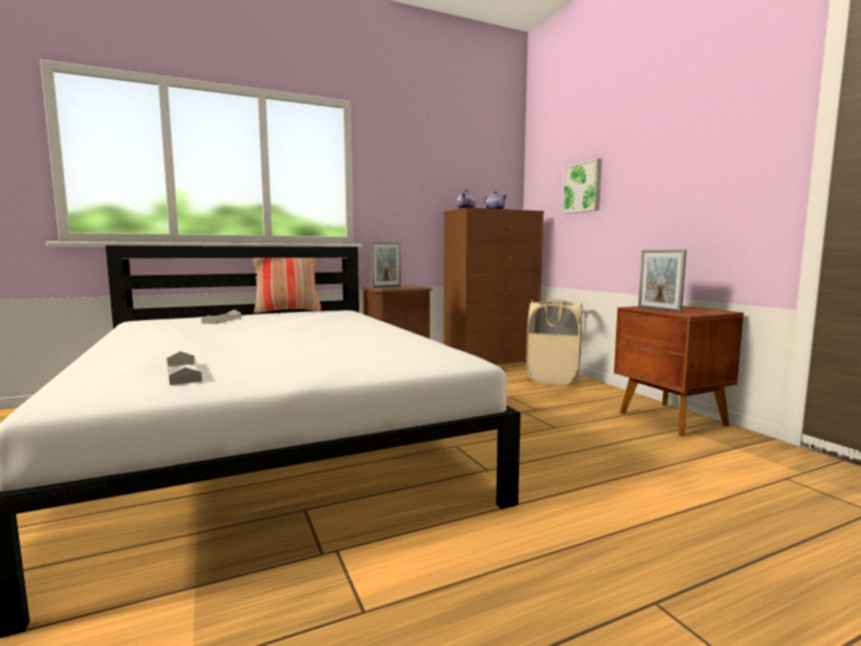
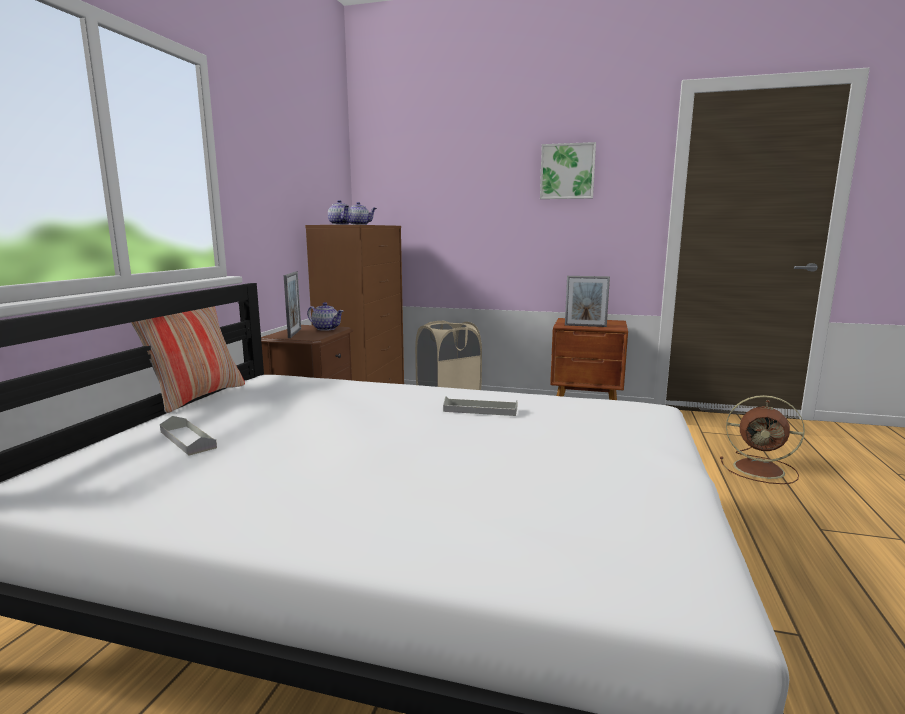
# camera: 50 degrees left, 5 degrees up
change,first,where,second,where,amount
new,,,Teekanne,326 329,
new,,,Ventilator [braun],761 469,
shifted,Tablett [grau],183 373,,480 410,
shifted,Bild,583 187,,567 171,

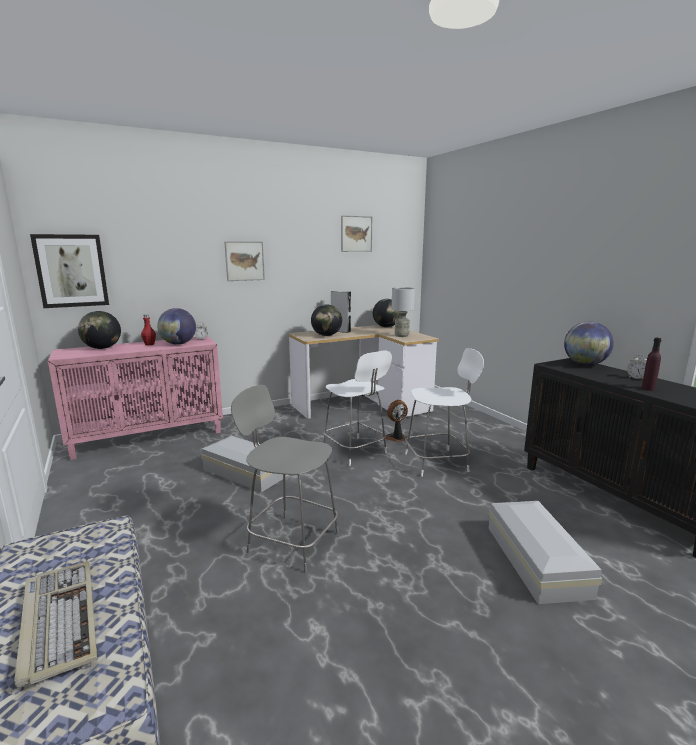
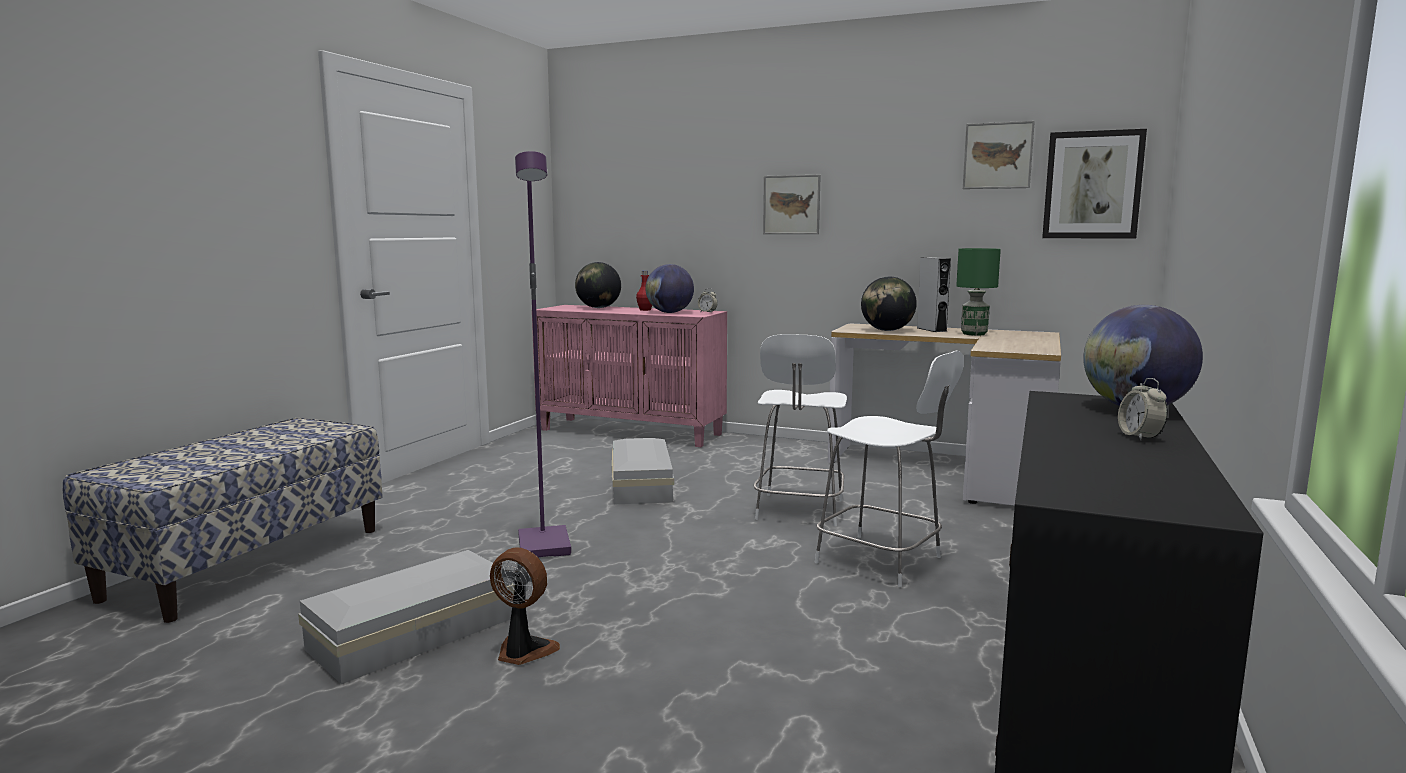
# camera: 50 degrees right, 5 degrees down
change,first,where,second,where,amount
gone,Tastatur,58 620,,,
gone,Globus,386 327,,,
gone,Tischlampe [grau],401 336,,,
gone,Flasche [lila],648 389,,,
new,,,Tischlampe [grün],974 334,
shifted,Bild,71 271,,1092 185,
shifted,Ventilator,396 438,,523 652,
shifted,Aufbewahrungsbox [weiß],535 561,,409 633,
swapped,Stuhl [grau],291 541,Stehlampe [lila],546 546,

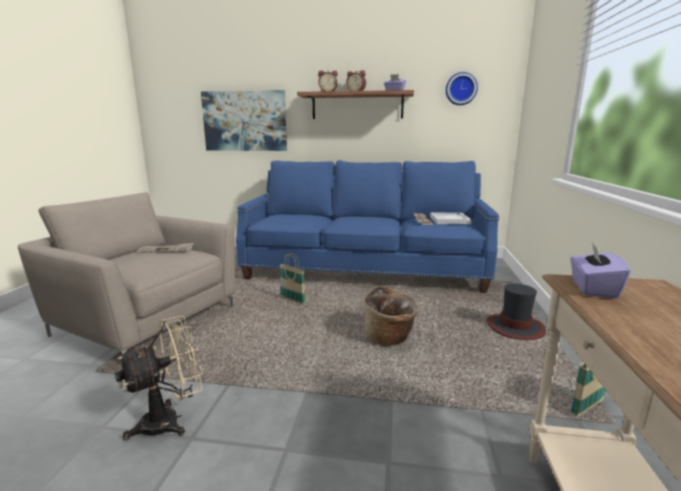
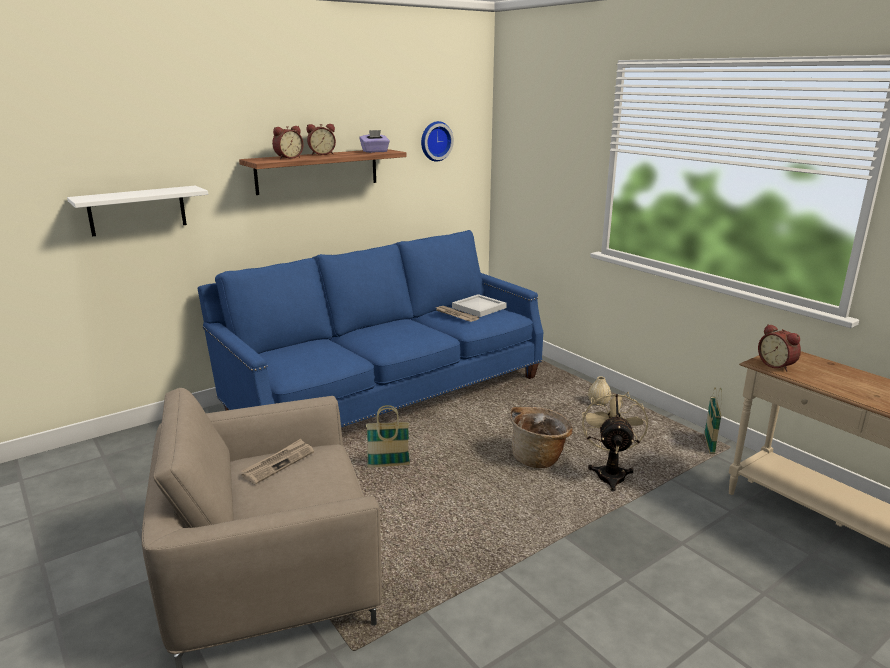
# camera: 45 degrees left, 5 degrees up
change,first,where,second,where,amount
shifted,Ventilator [beige],170 420,,610 473,
swapped,Bild,244 121,Wandregal [weiß],137 210,
swapped,Hut,515 327,Vase [beige],598 403,
swapped,Taschentuchbox [lila],592 288,Wecker,777 365,

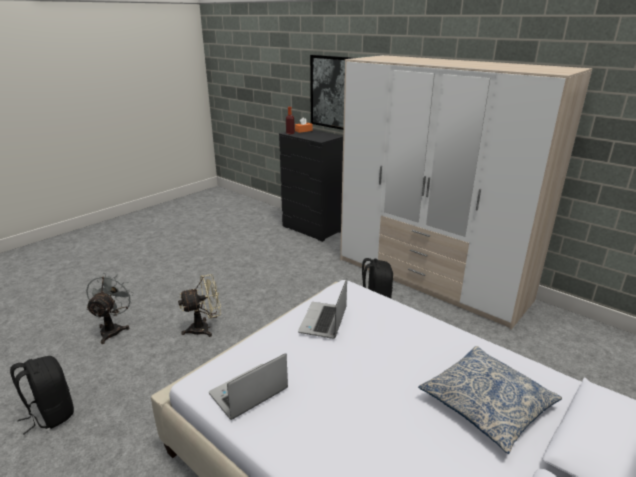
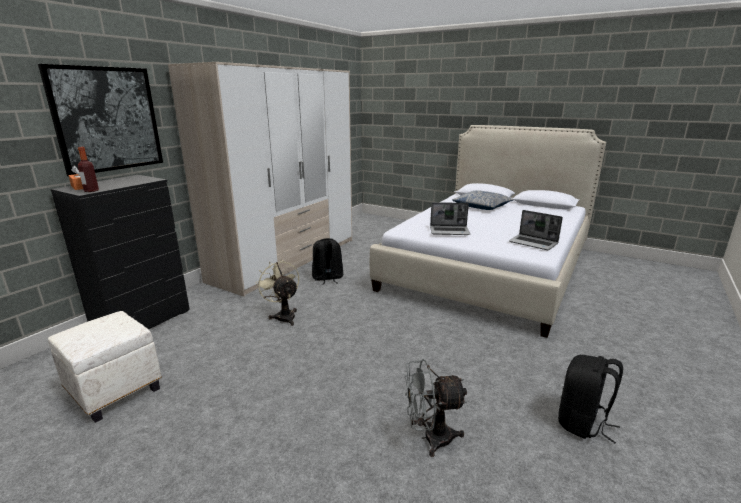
# camera: 100 degrees left, 5 degrees down
change,first,where,second,where,amount
new,,,Polsterhocker [weiß],113 391,
shifted,Ventilator [beige],205 328,,283 315,

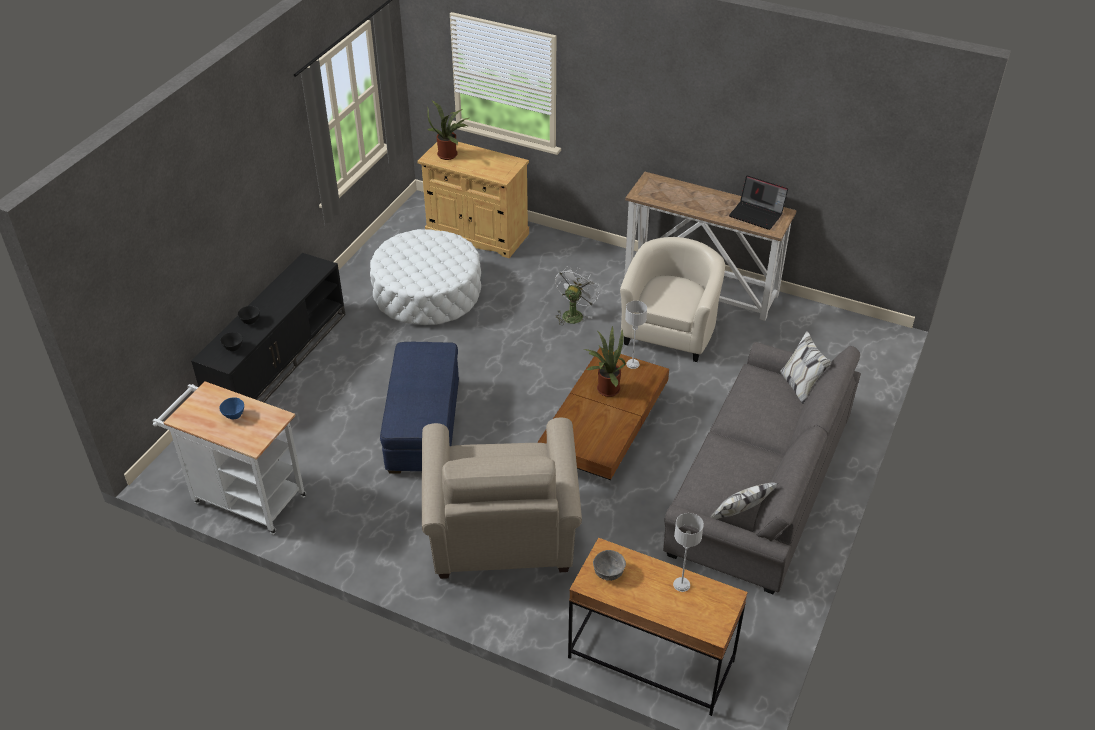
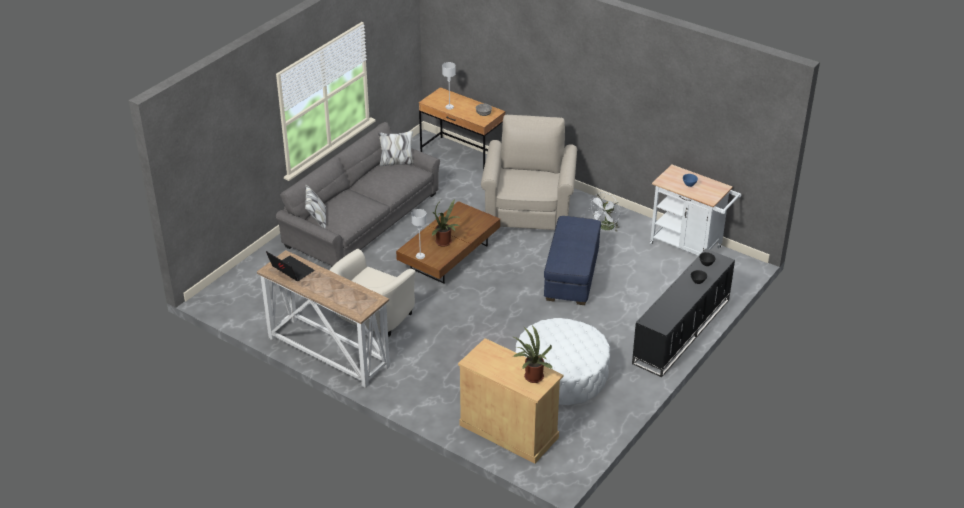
# camera: 170 degrees left, 5 degrees down
change,first,where,second,where,amount
shifted,Ventilator [weiß],574 314,,605 228,

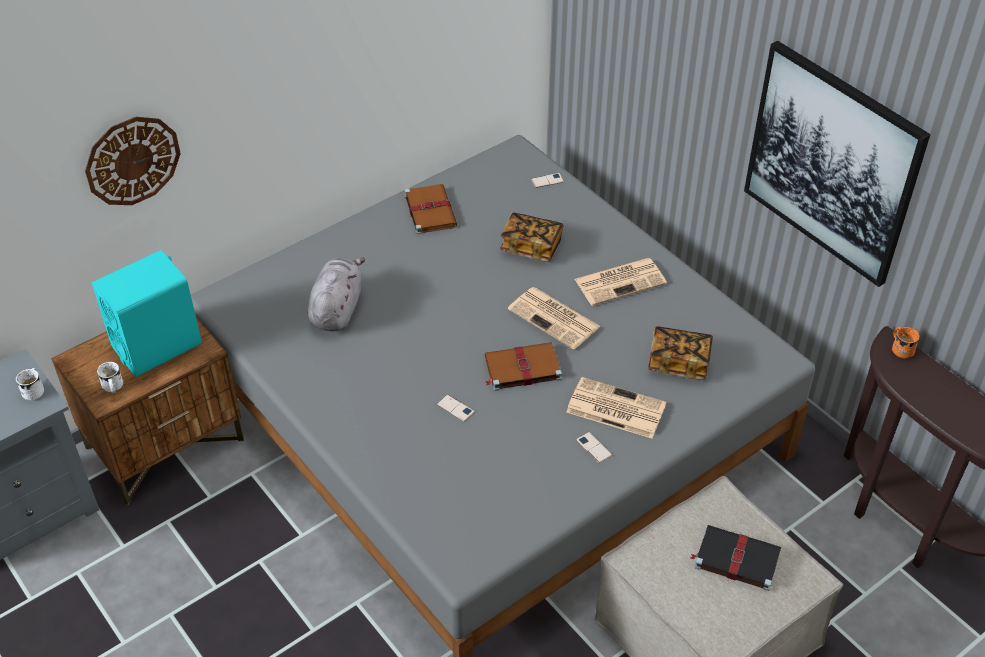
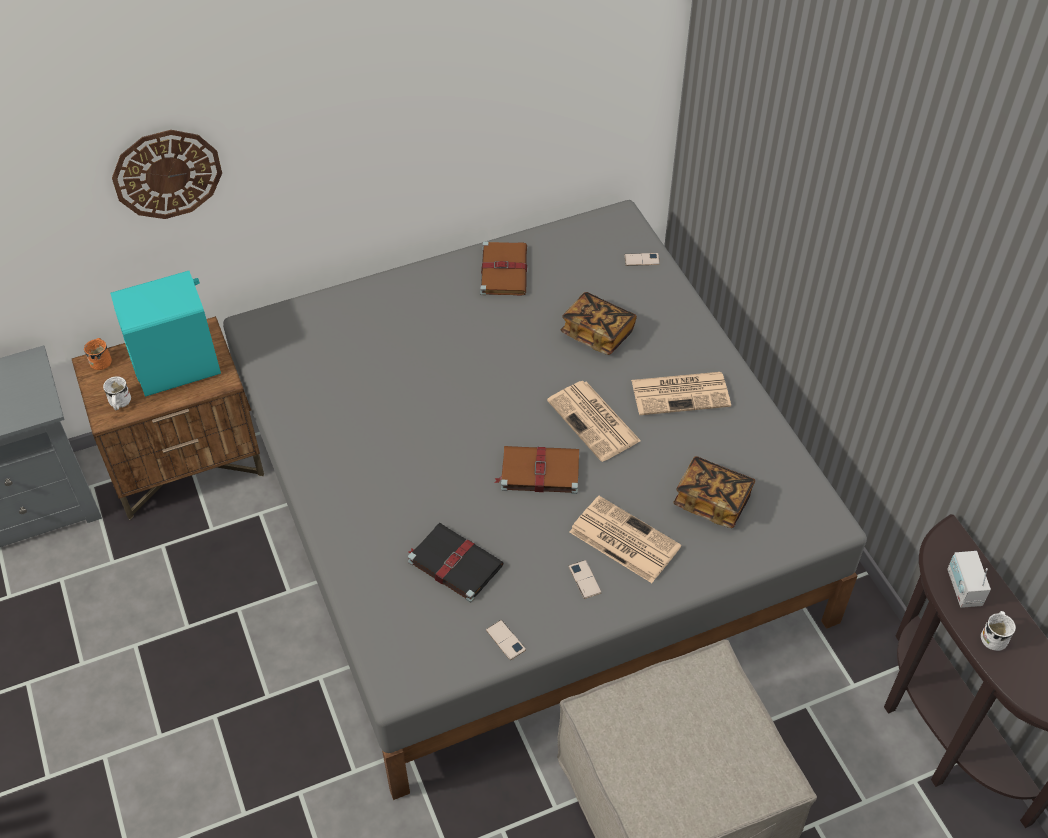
# camera: 15 degrees right, 5 degrees up
change,first,where,second,where,amount
gone,Plüschtier [grau],337 309,,,
gone,Bild,831 163,,,
new,,,Radio,963 588,
shifted,Henkelbecher [weiß],35 390,,994 636,
shifted,Handy,455 408,,505 640,
shifted,Buch [schwarz],735 558,,454 563,
shifted,Henkelbecher [orange],900 348,,102 360,

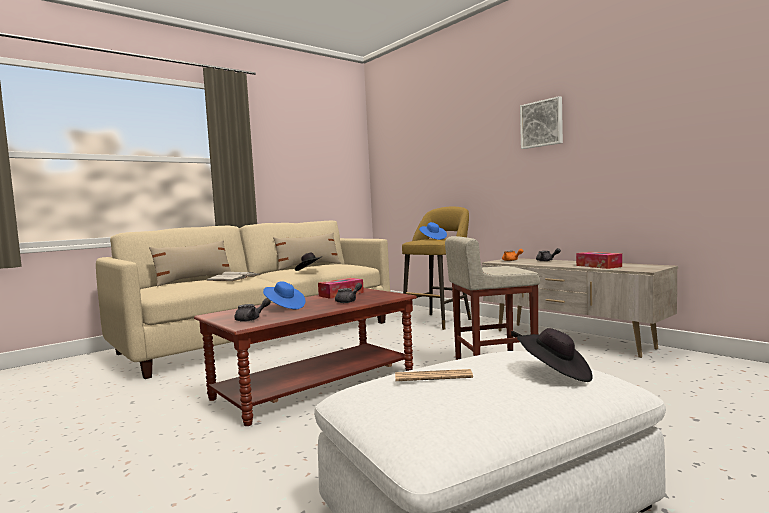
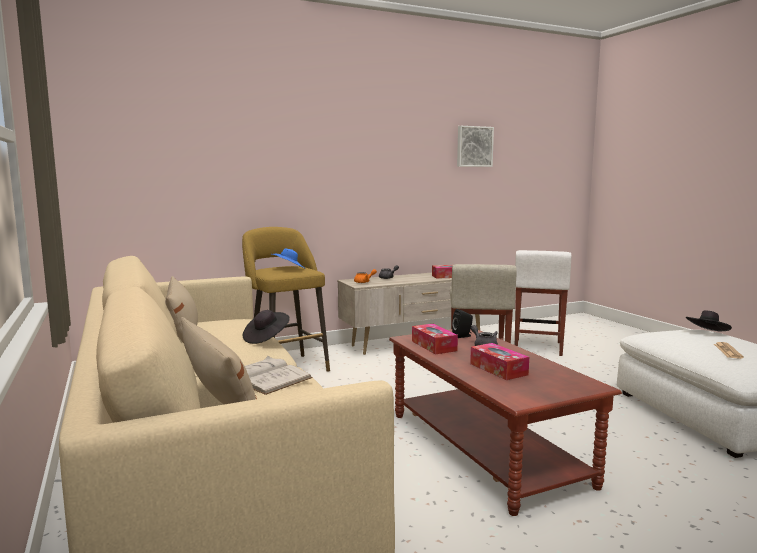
# camera: 75 degrees left, 5 degrees up
change,first,where,second,where,amount
gone,Teekanne [grau],251 319,,,
new,,,Lautsprecher [schwarz],463 336,
new,,,Hocker [weiß],537 347,
shifted,Bild,542 124,,474 146,
swapped,Hut [blau],284 307,Taschentuchbox,498 369,

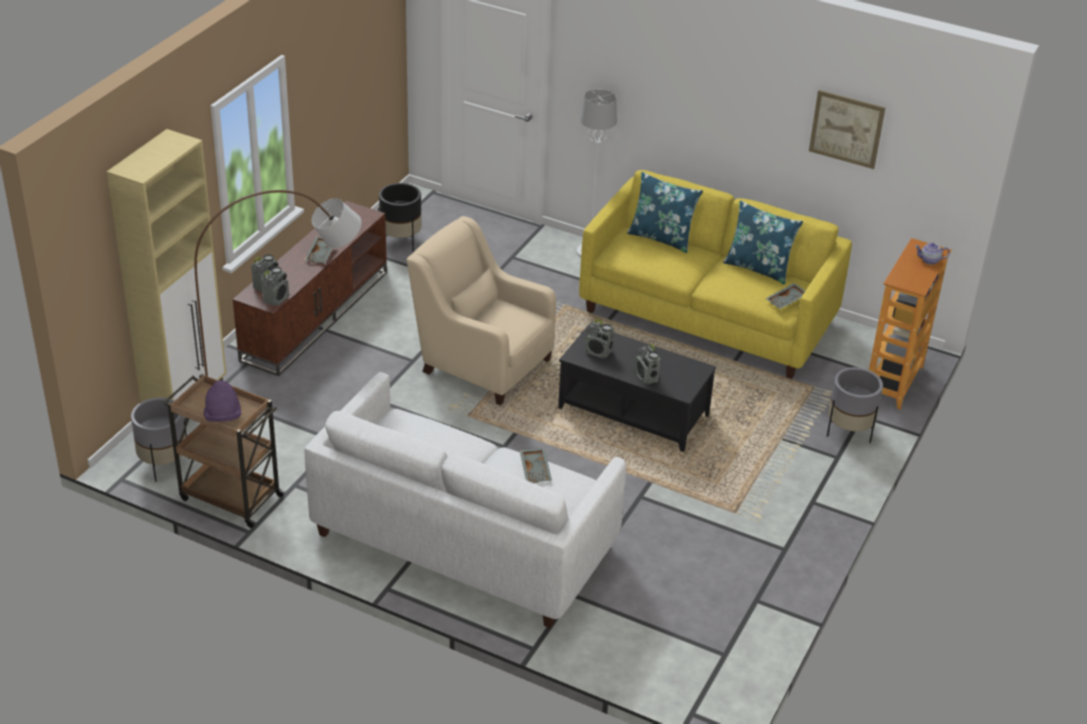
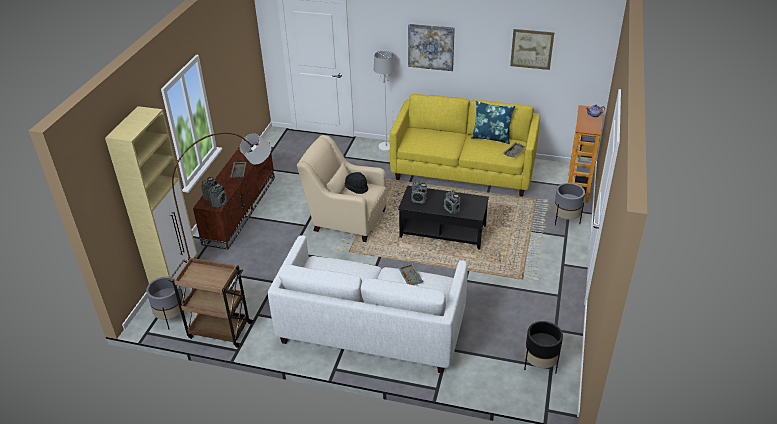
# camera: 10 degrees left, 0 degrees up
change,first,where,second,where,amount
gone,Hut [lila],223 416,,,
gone,Kissen [blau],661 238,,,
new,,,Hut [schwarz],356 188,
new,,,Bild,431 47,
shifted,Pflanzkübel [schwarz],401 241,,540 364,

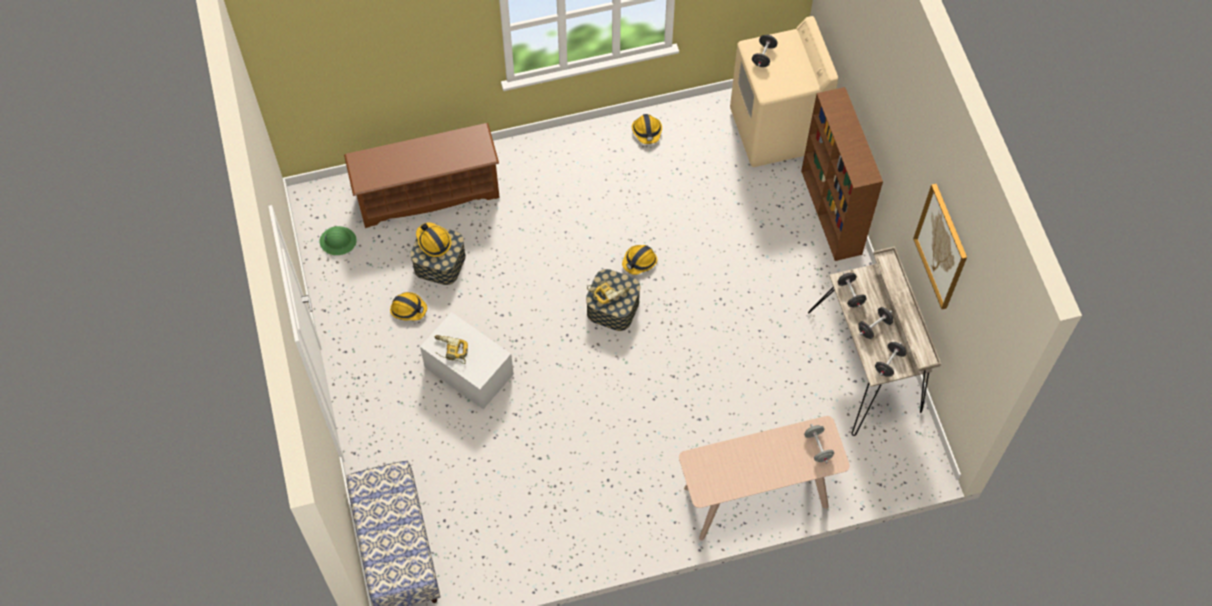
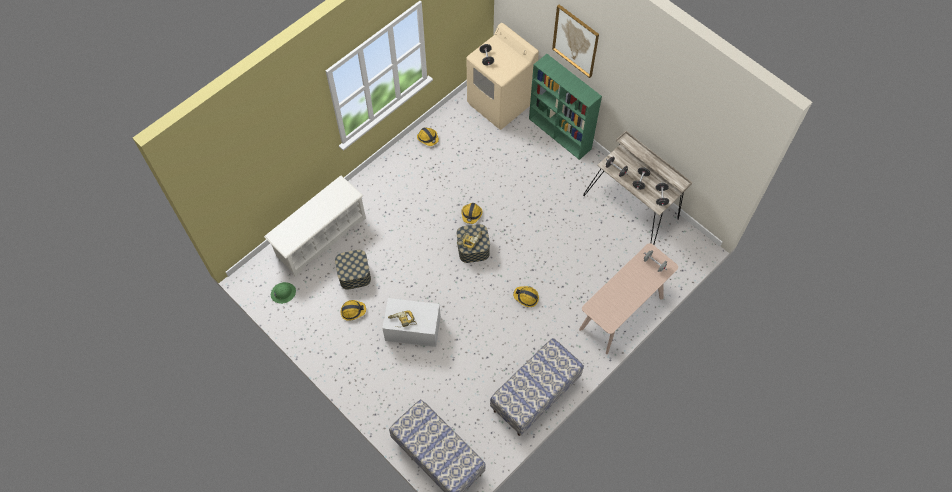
# camera: 30 degrees left, 0 degrees up
change,first,where,second,where,amount
new,,,Bank,535 395,
shifted,Schutzhelm,433 241,,526 297,
shifted,Bild,941 247,,575 41,
repainted,Schuhregal [braun],428 193,Schuhregal [weiß],320 237,
repainted,Bücherregal [braun],831 213,Bücherregal [grün],560 134,

